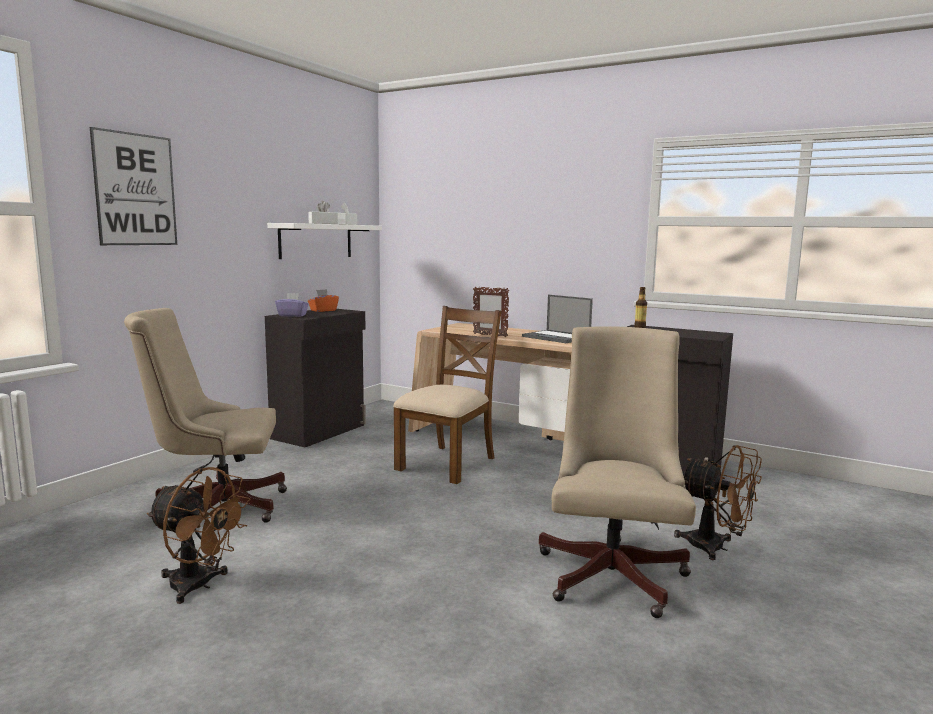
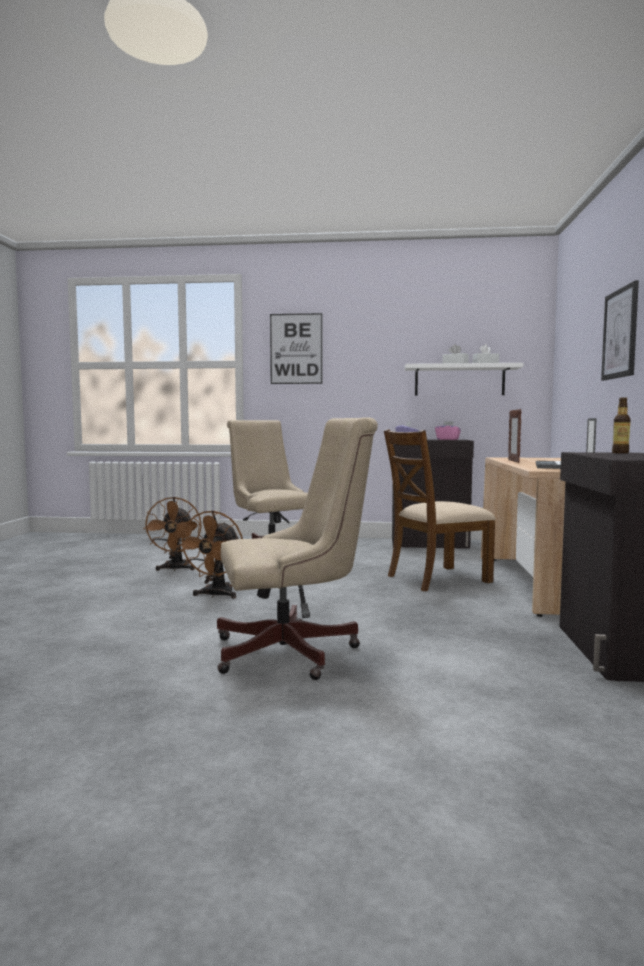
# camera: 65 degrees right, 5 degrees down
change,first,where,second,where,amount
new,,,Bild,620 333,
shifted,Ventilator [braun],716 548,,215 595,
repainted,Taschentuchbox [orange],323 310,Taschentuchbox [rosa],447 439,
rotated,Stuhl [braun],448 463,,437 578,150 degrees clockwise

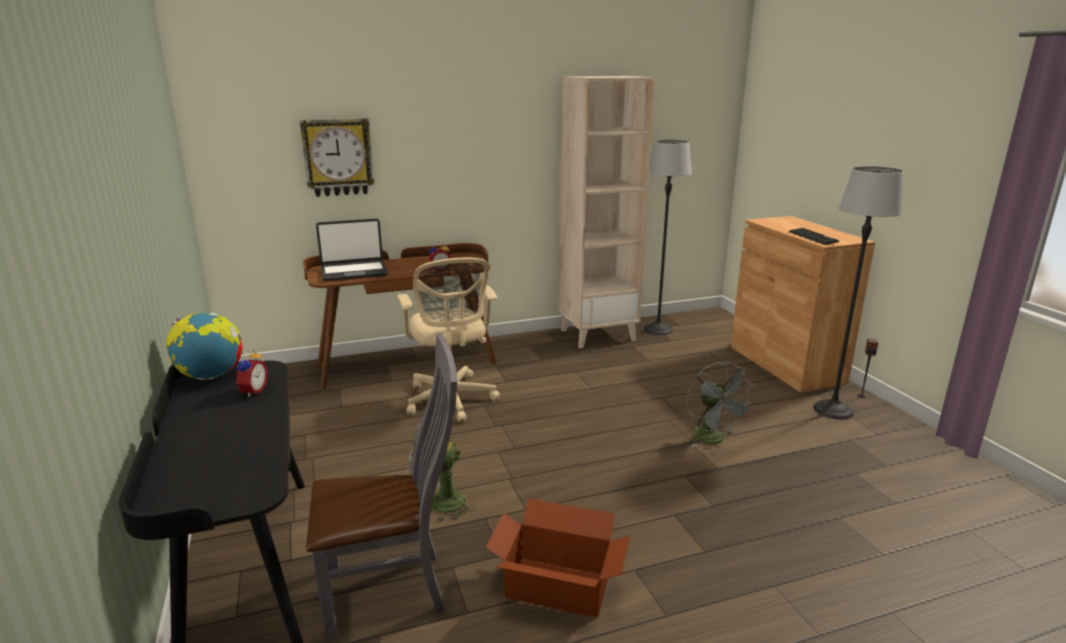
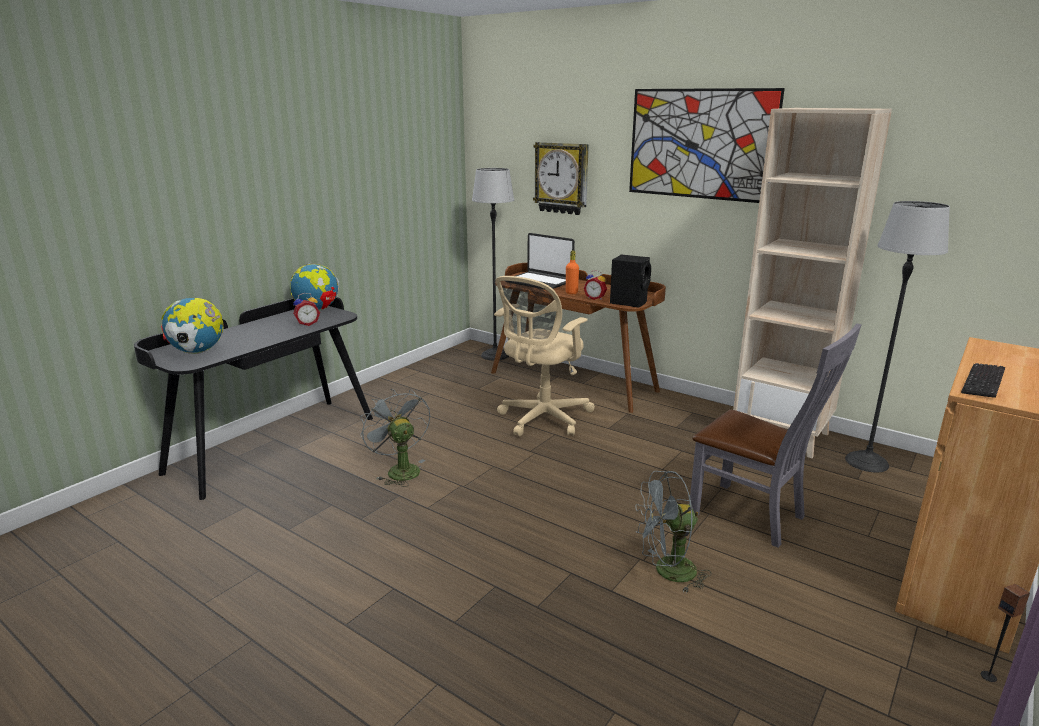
# camera: 55 degrees right, 0 degrees up
change,first,where,second,where,amount
gone,Karton,558 587,,,
new,,,Globus,197 352,
new,,,Flasche [orange],571 293,
new,,,Lautsprecher [schwarz],629 302,
new,,,Bild,700 144,
shifted,Stuhl [grau],393 590,,753 517,
shifted,Stehlampe,833 410,,495 355,
rotated,Ventilator [grau],714 439,,667 572,45 degrees clockwise

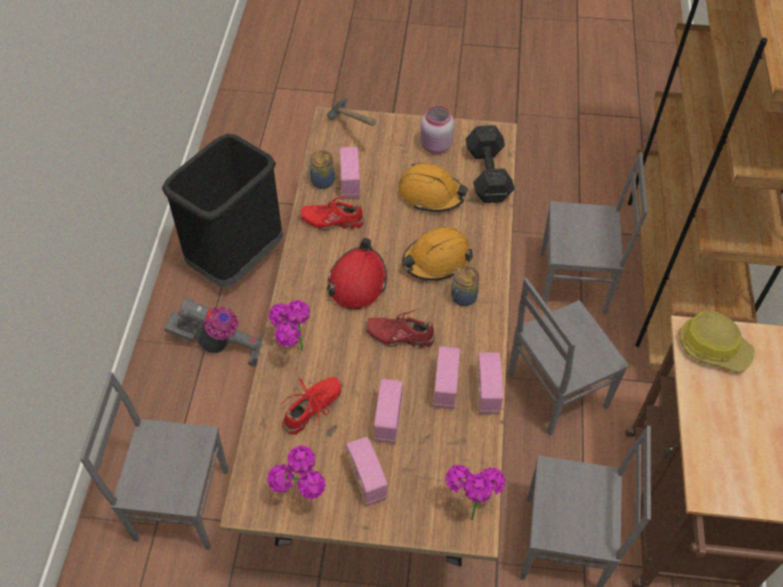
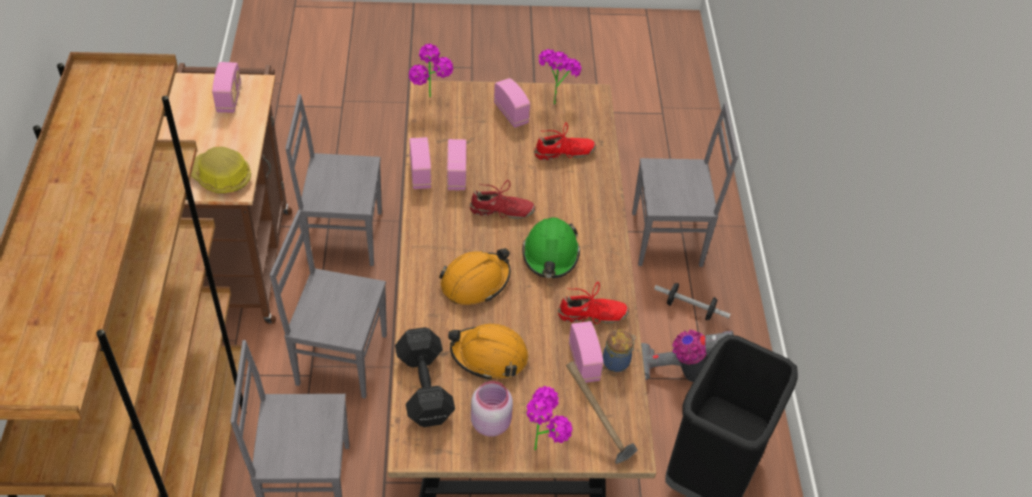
# camera: 170 degrees right, 5 degrees down
change,first,where,second,where,amount
gone,Vorratsglas,462 297,,,
new,,,Hantel,690 309,
shifted,Topfpflanze,292 354,,543 444,
shifted,Radio,388 420,,229 99,
repainted,Schutzhelm [rot],357 282,Schutzhelm [grün],550 255,
rotated,Schuh [rot],313 409,,564 153,135 degrees counterclockwise
rotated,Stuhl [grau],555 390,,340 358,135 degrees counterclockwise

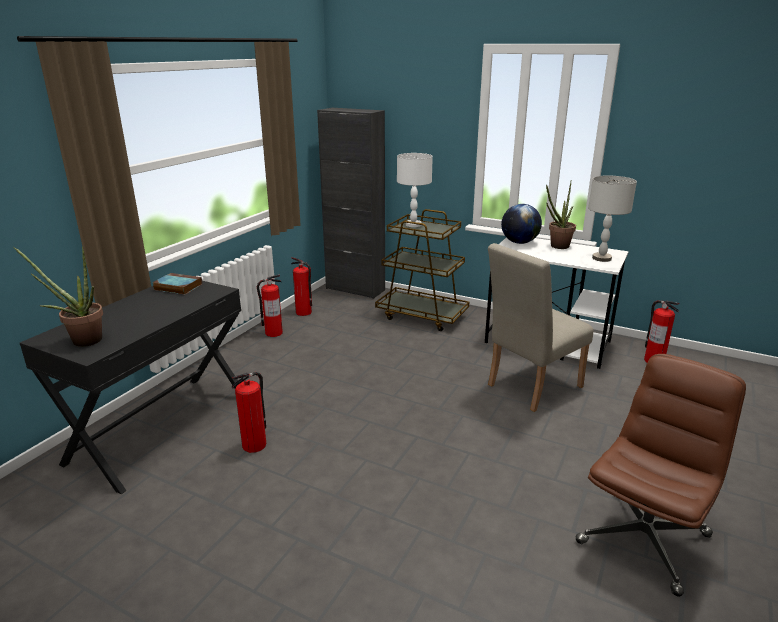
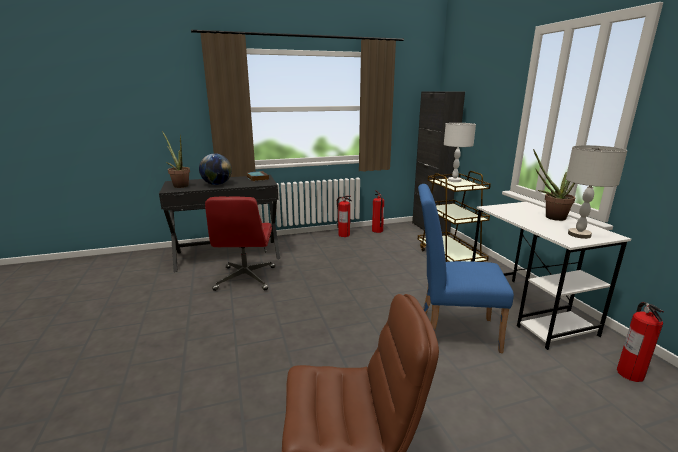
# camera: 45 degrees right, 5 degrees down
change,first,where,second,where,amount
shifted,Globus,519 242,,217 184,
swapped,Feuerlöscher,255 445,Bürostuhl [rot],245 279,
repainted,Stuhl [beige],529 387,Stuhl [blau],451 330,

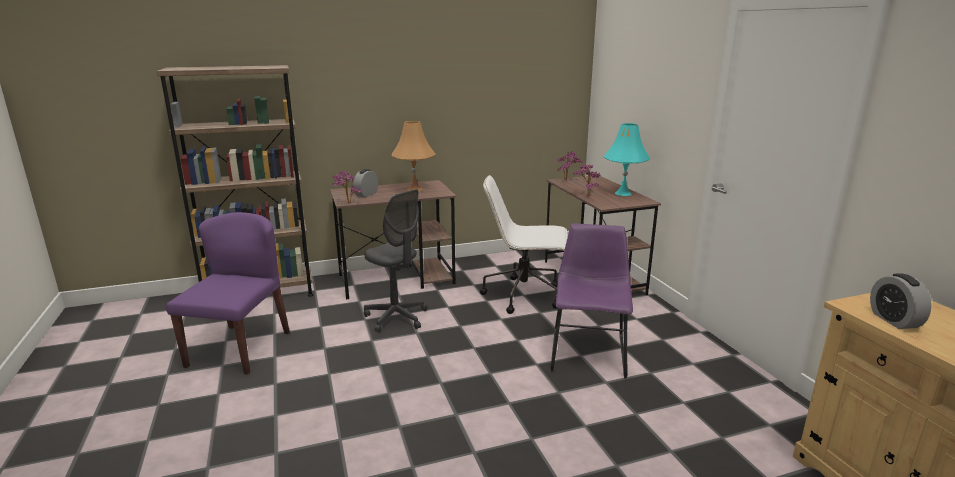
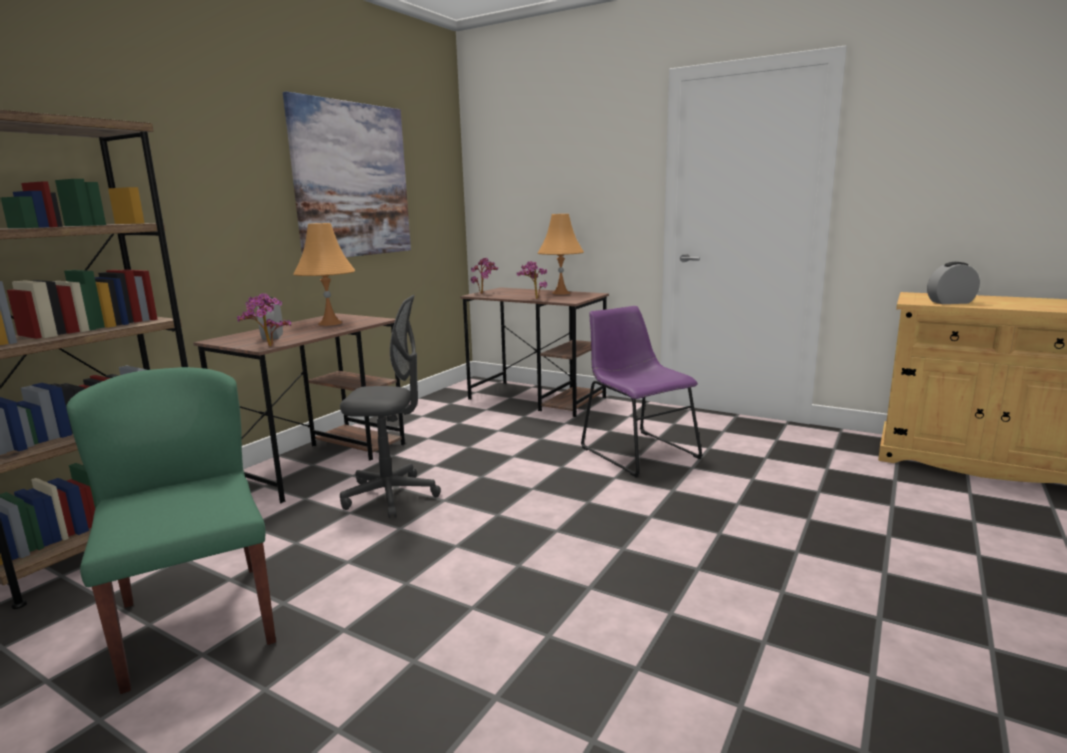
# camera: 40 degrees left, 5 degrees down
change,first,where,second,where,amount
gone,Bürostuhl [weiß],524 295,,,
new,,,Bild,352 180,
repainted,Stuhl [lila],239 348,Stuhl [grün],196 621,
repainted,Tischlampe [türkis],623 193,Tischlampe [orange],561 293,
rotated,Wecker,894 320,,950 302,135 degrees clockwise

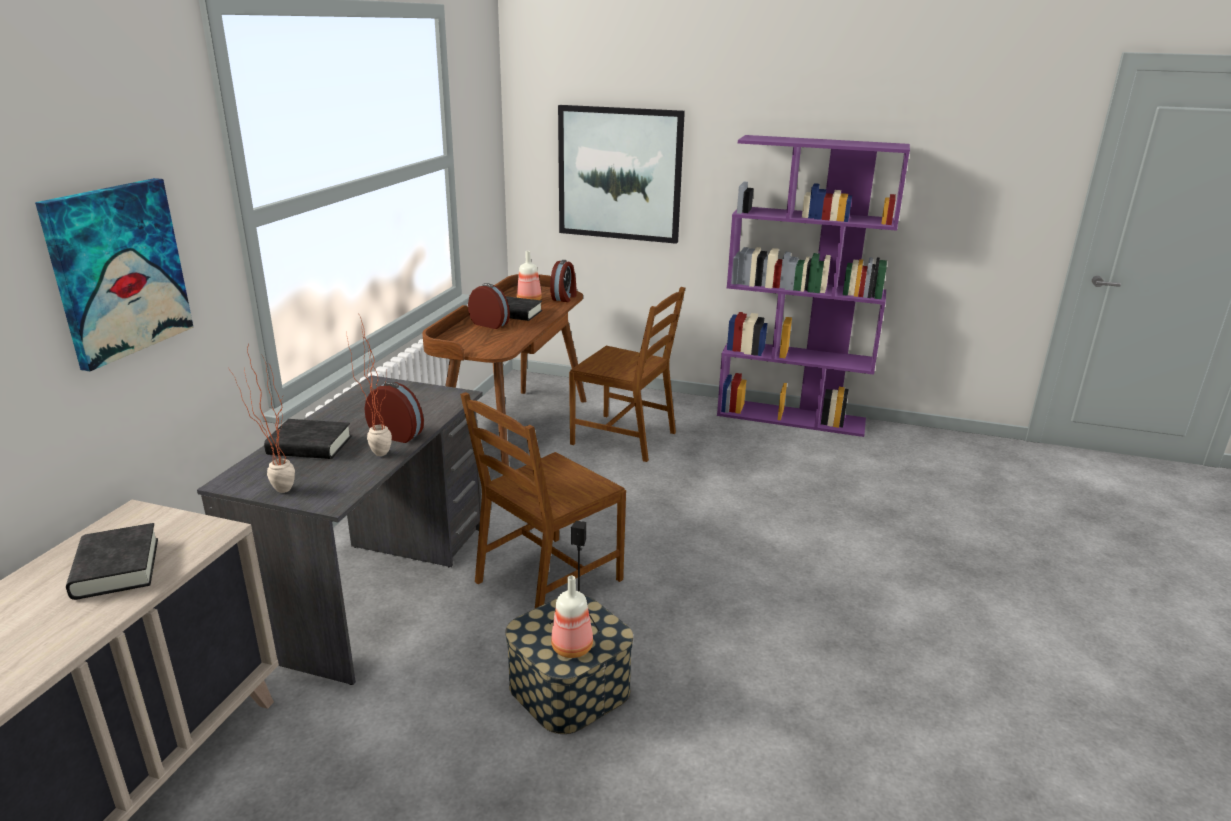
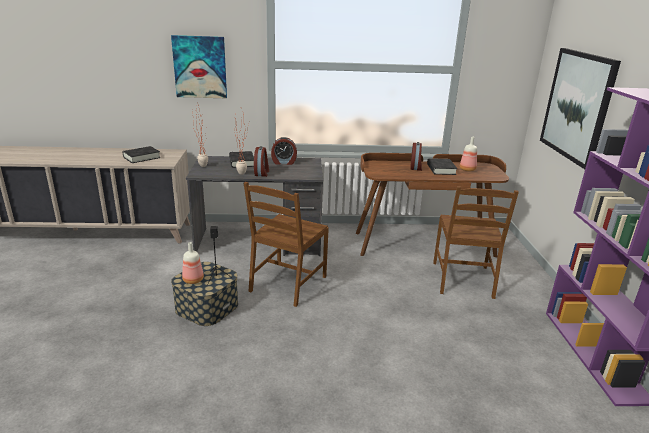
# camera: 70 degrees right, 0 degrees up
change,first,where,second,where,amount
shifted,Wecker,564 298,,284 162,
rotated,Stuhl [braun],547 580,,287 284,90 degrees counterclockwise

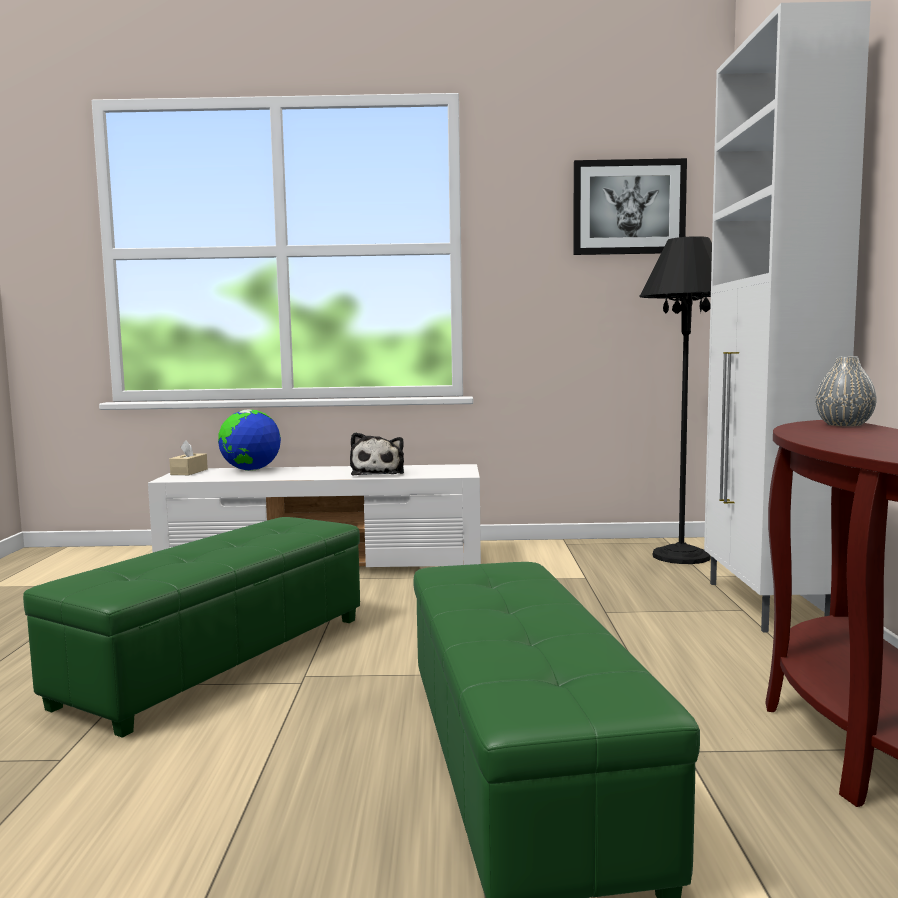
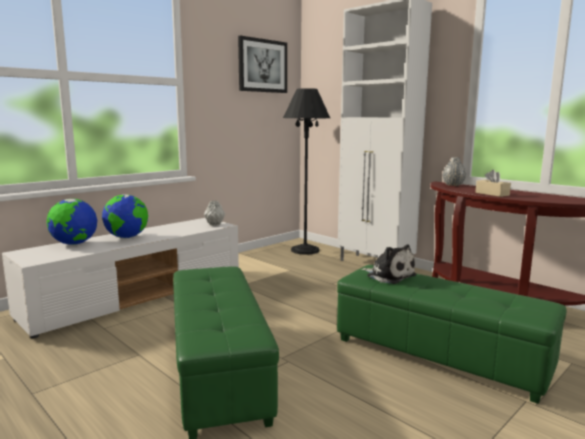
# camera: 45 degrees left, 5 degrees up
change,first,where,second,where,amount
new,,,Globus,127 237,
new,,,Vase [grau],214 224,
shifted,Taschentuchbox [beige],189 472,,492 194,
shifted,Plüschtier,378 473,,389 276,

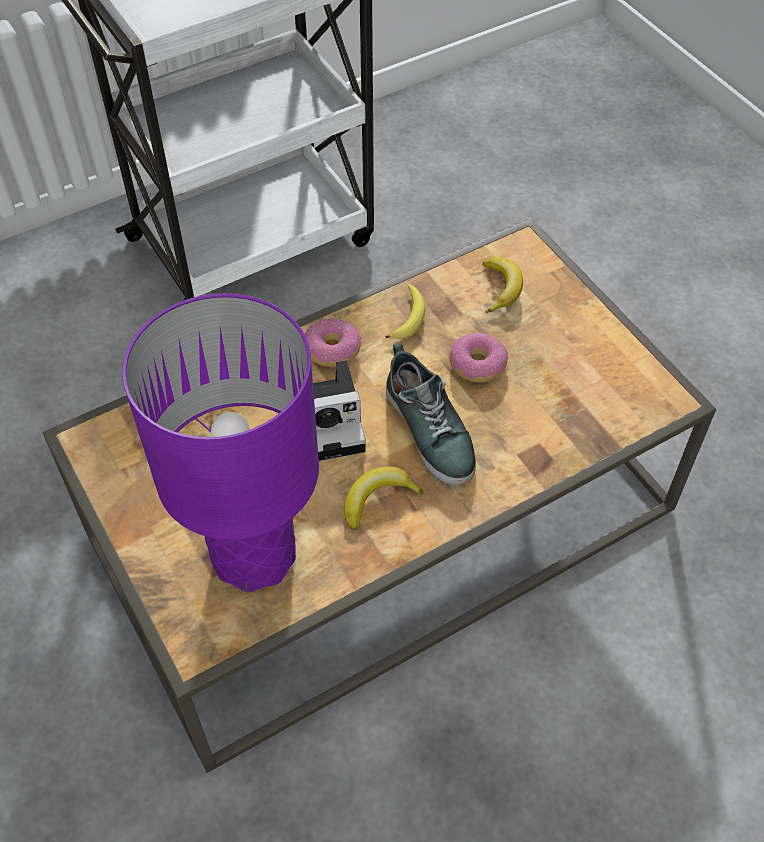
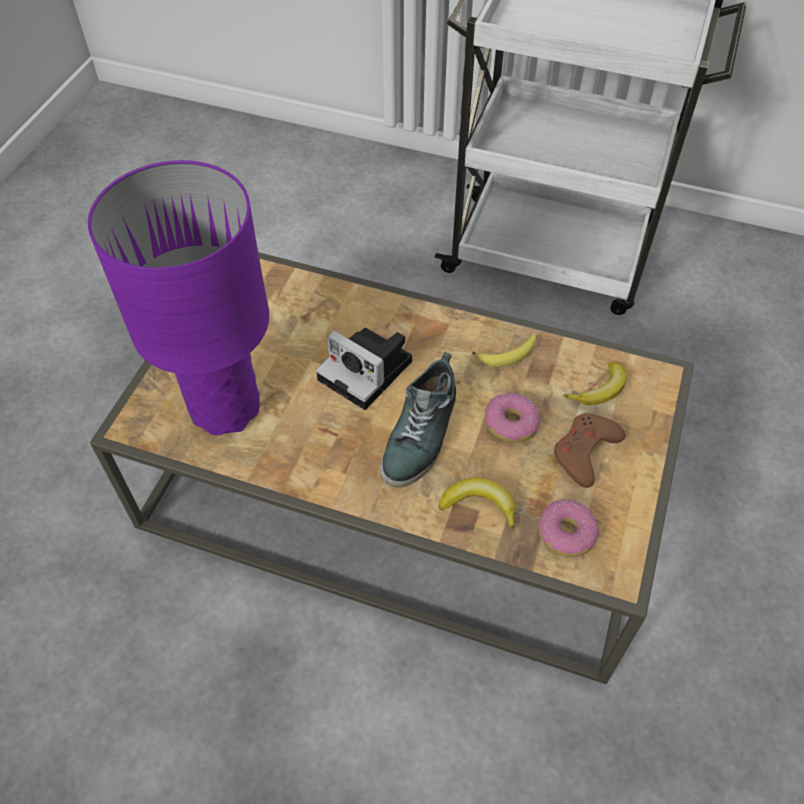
# camera: 50 degrees right, 0 degrees up
change,first,where,second,where,amount
new,,,Gamepad [braun],585 452,
shifted,Donut,333 349,,566 533,
shifted,Banane,377 499,,479 505,

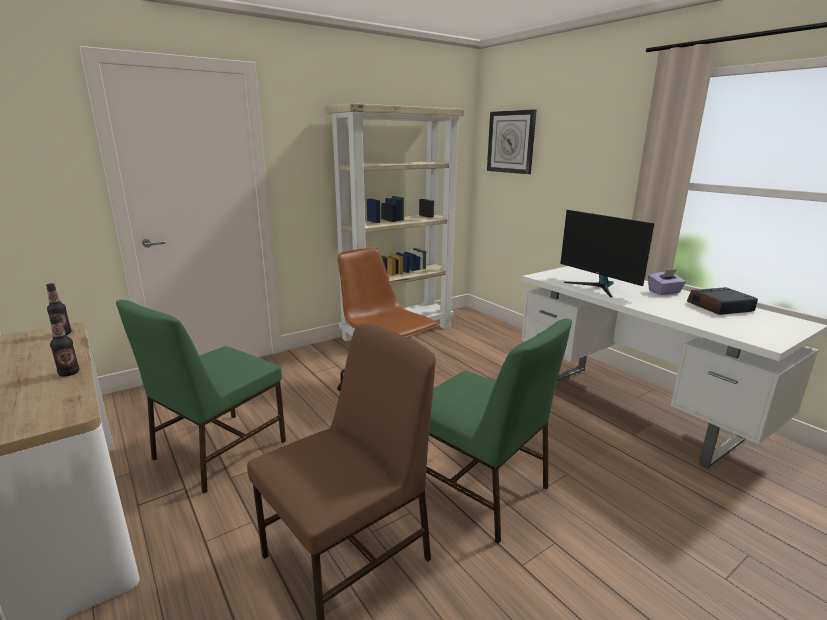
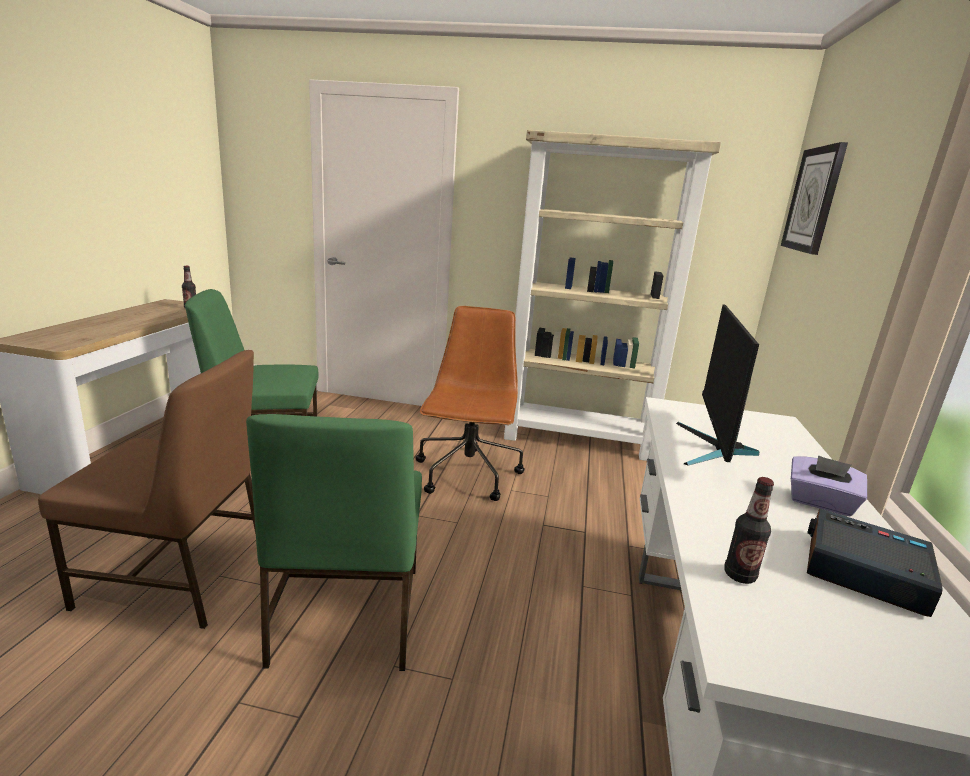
# camera: 45 degrees right, 0 degrees up
change,first,where,second,where,amount
shifted,Flasche,69 373,,739 575,

